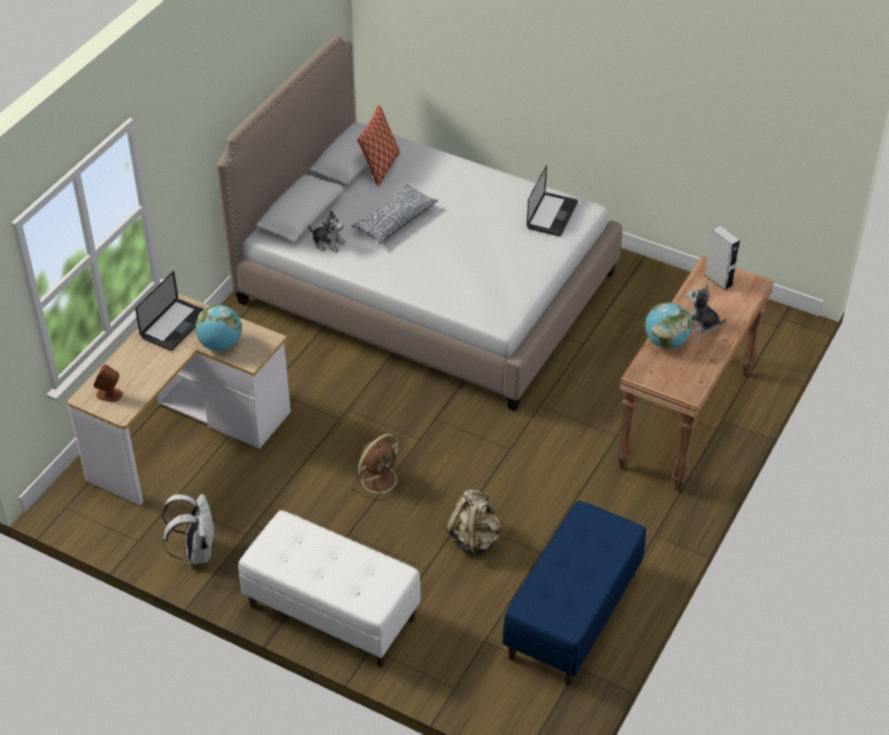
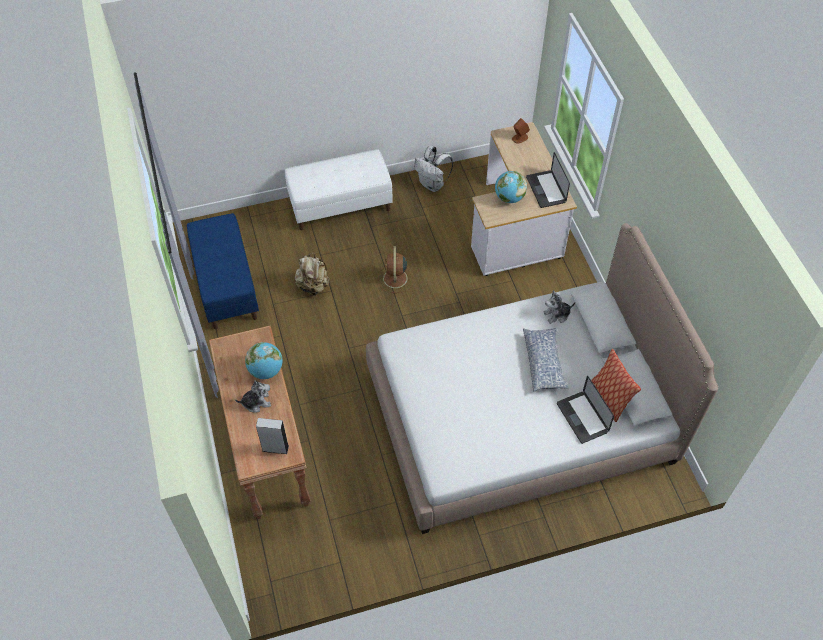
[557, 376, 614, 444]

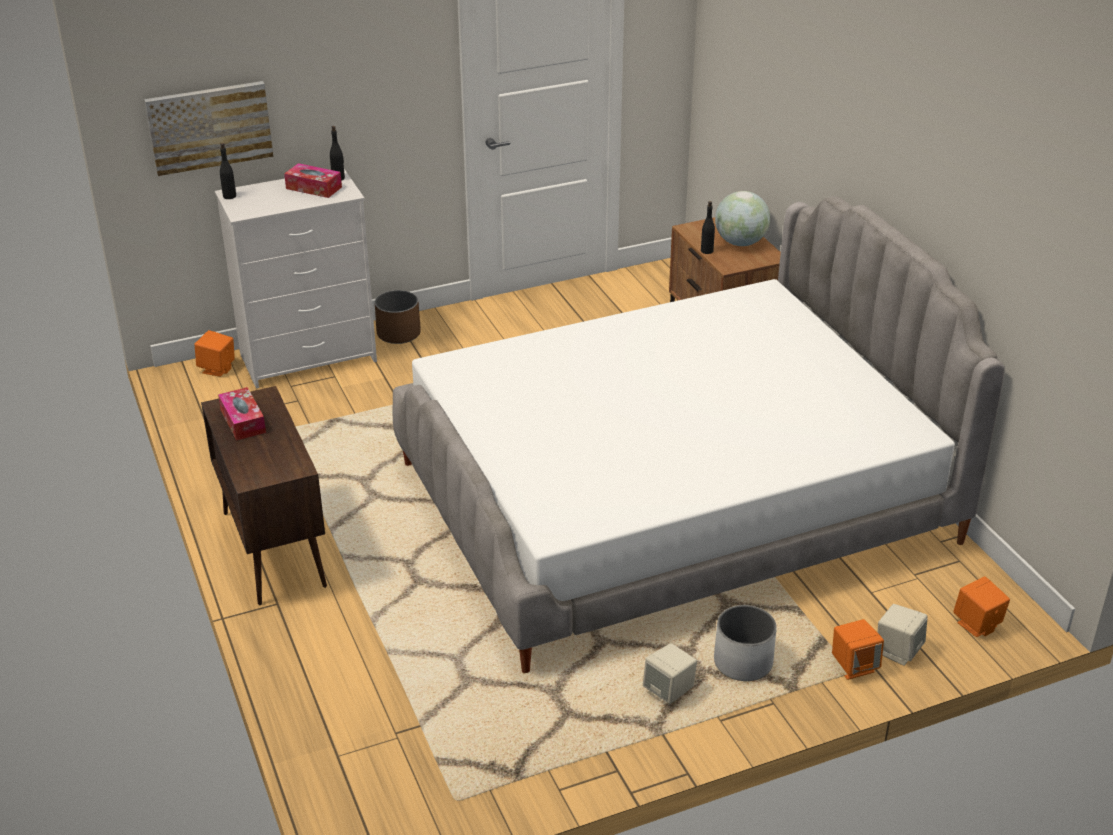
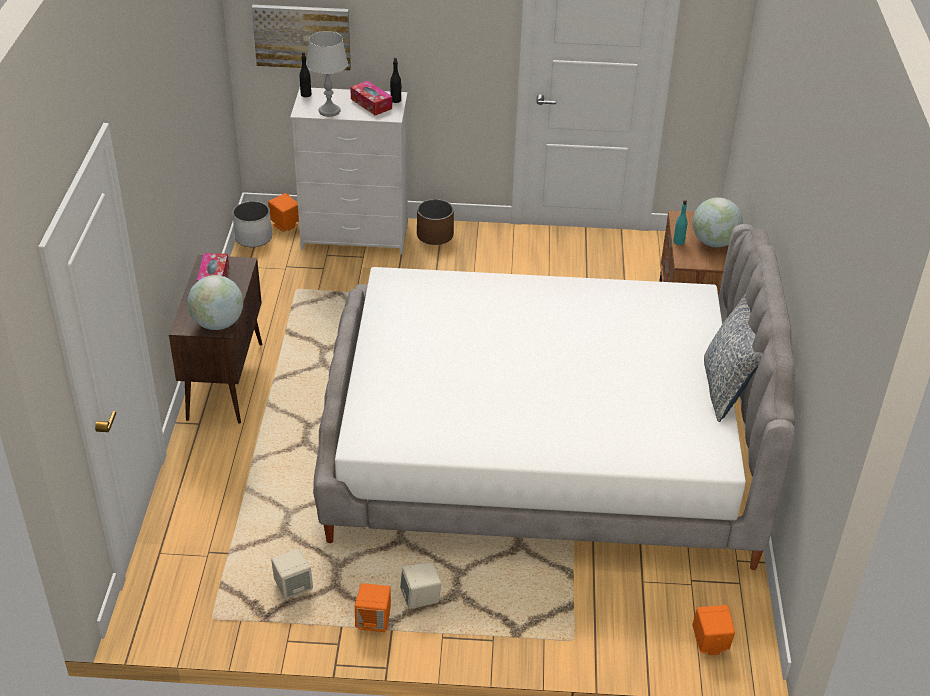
[673, 200, 688, 245]
[233, 201, 272, 247]
[355, 583, 391, 632]
[271, 549, 313, 599]
[187, 275, 243, 330]
[306, 31, 348, 117]
[704, 293, 763, 422]

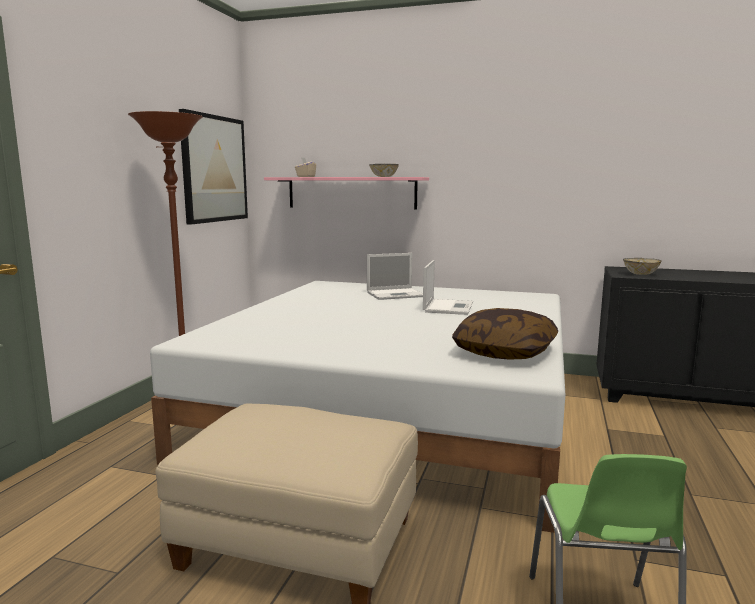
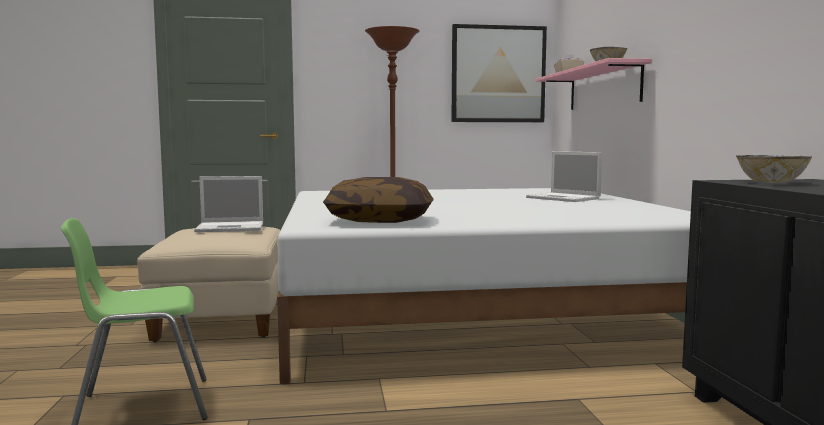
[194, 176, 263, 232]

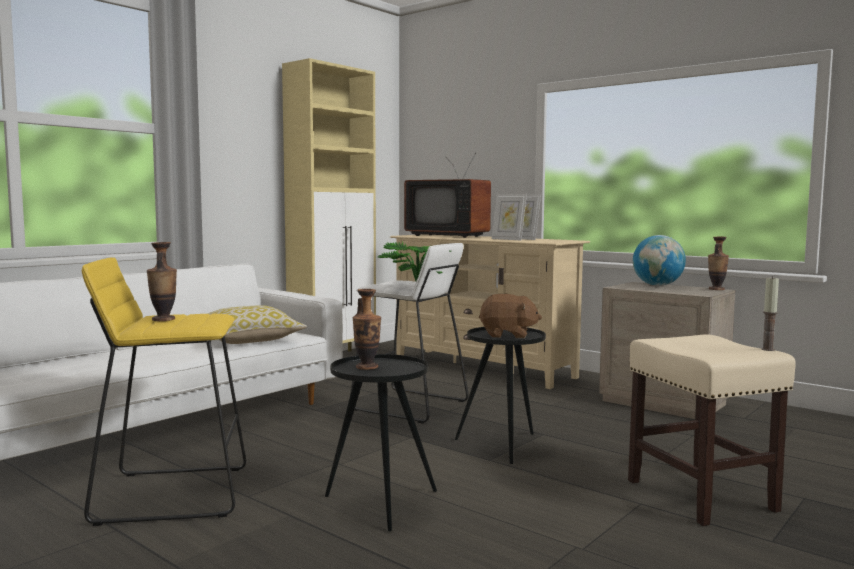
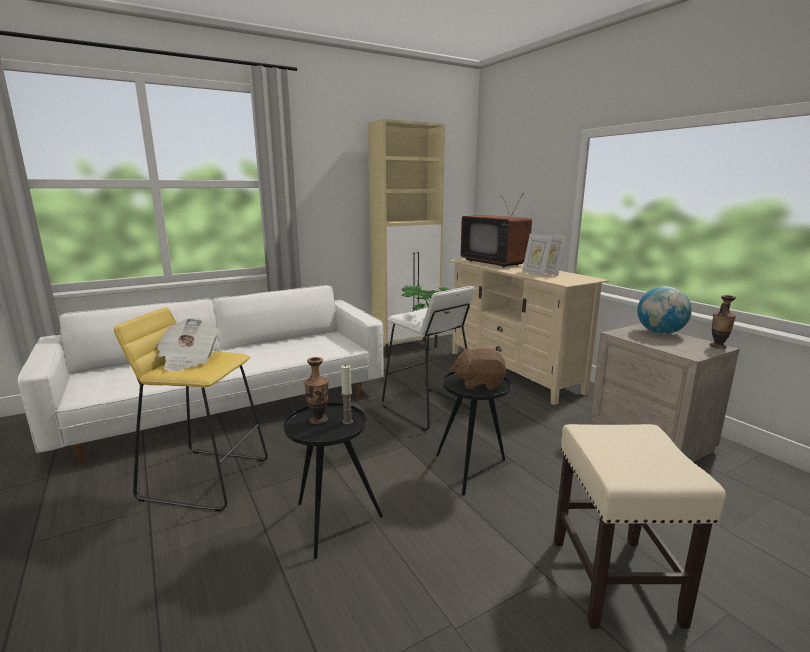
[156, 318, 220, 372]
[208, 305, 307, 344] (first image)
[451, 348, 506, 389]
[341, 364, 353, 424]

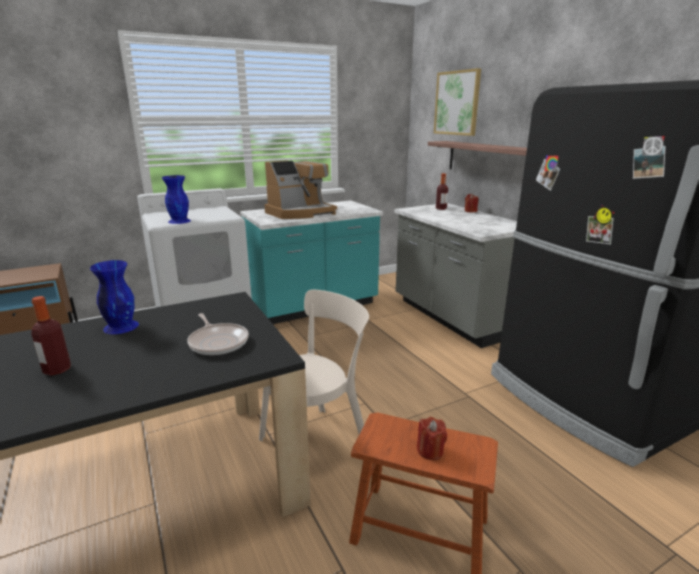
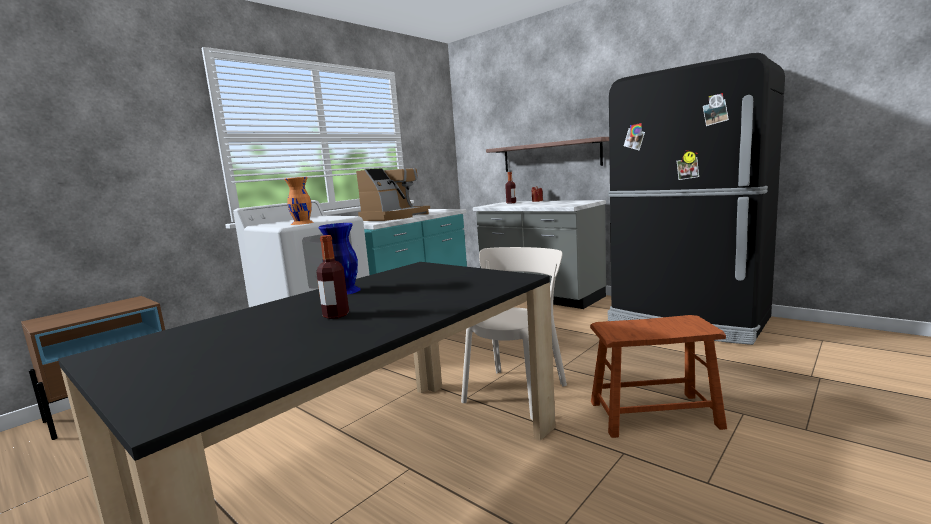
[284, 177, 314, 225]
[187, 313, 249, 356] (first image)
[417, 417, 447, 460] (first image)
[434, 68, 481, 136] (first image)

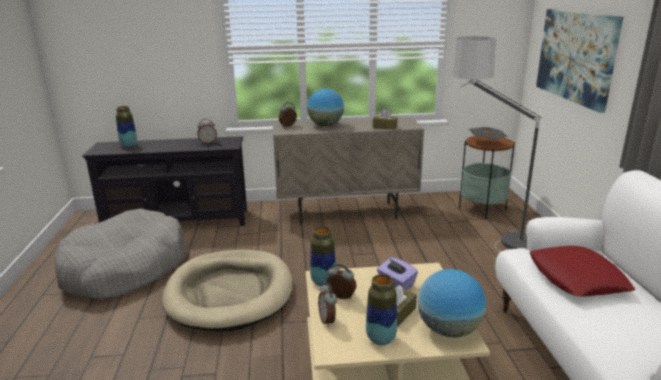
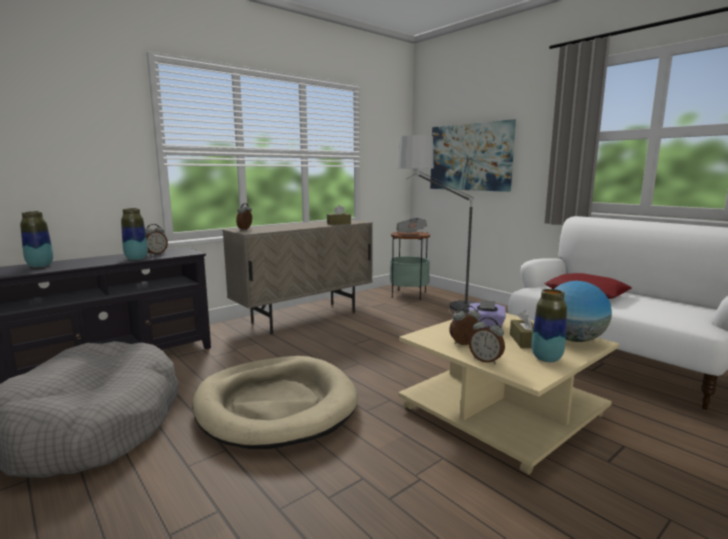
[307, 89, 344, 126] (first image)
[121, 208, 148, 260]

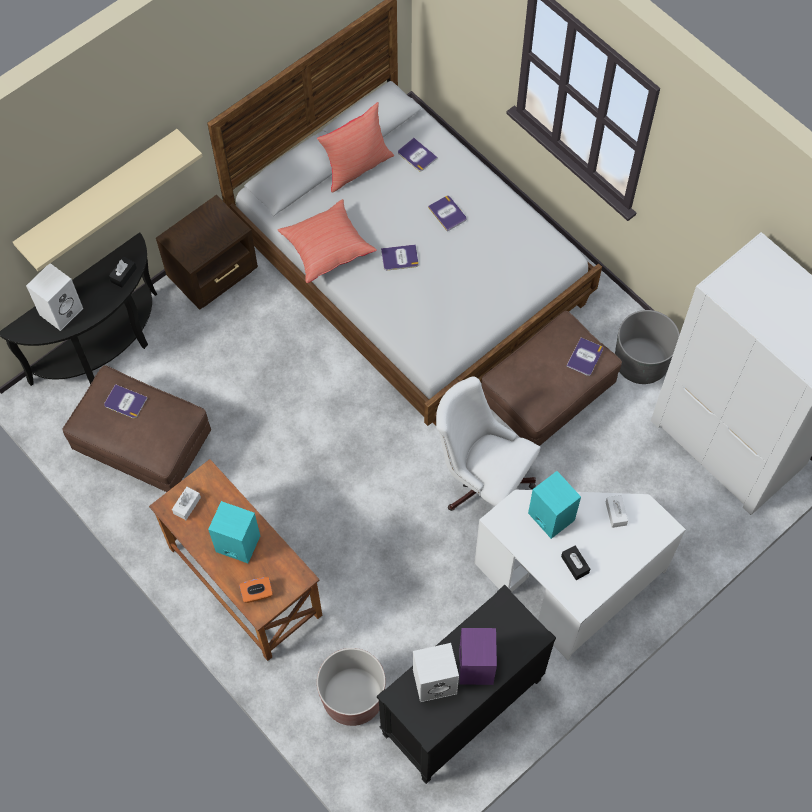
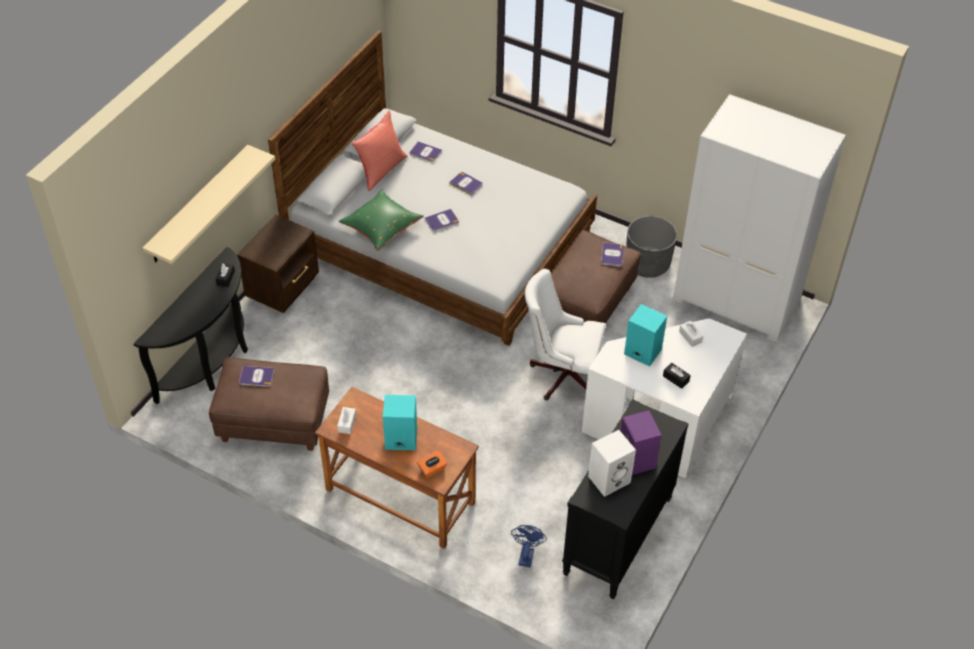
[26, 263, 83, 331] (first image)
[339, 190, 424, 251]
[511, 525, 547, 567]

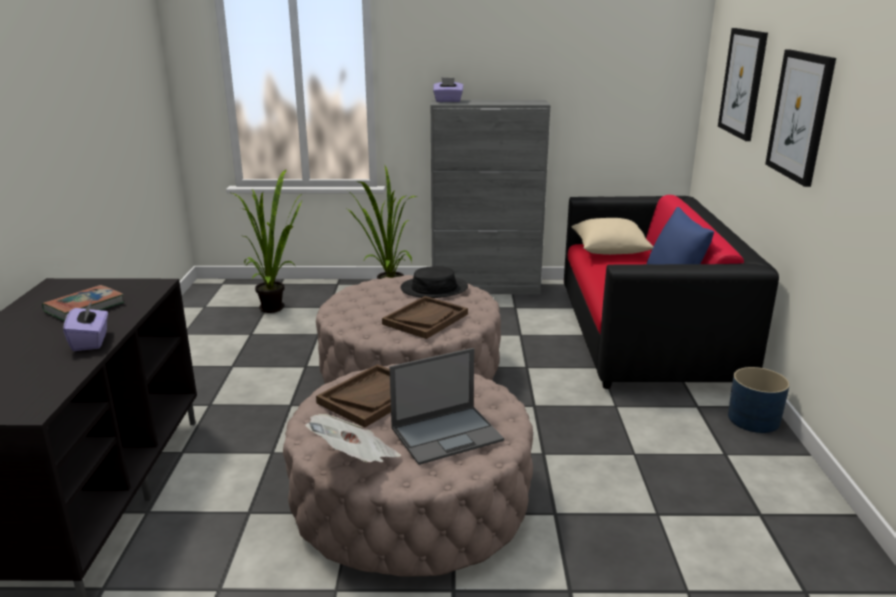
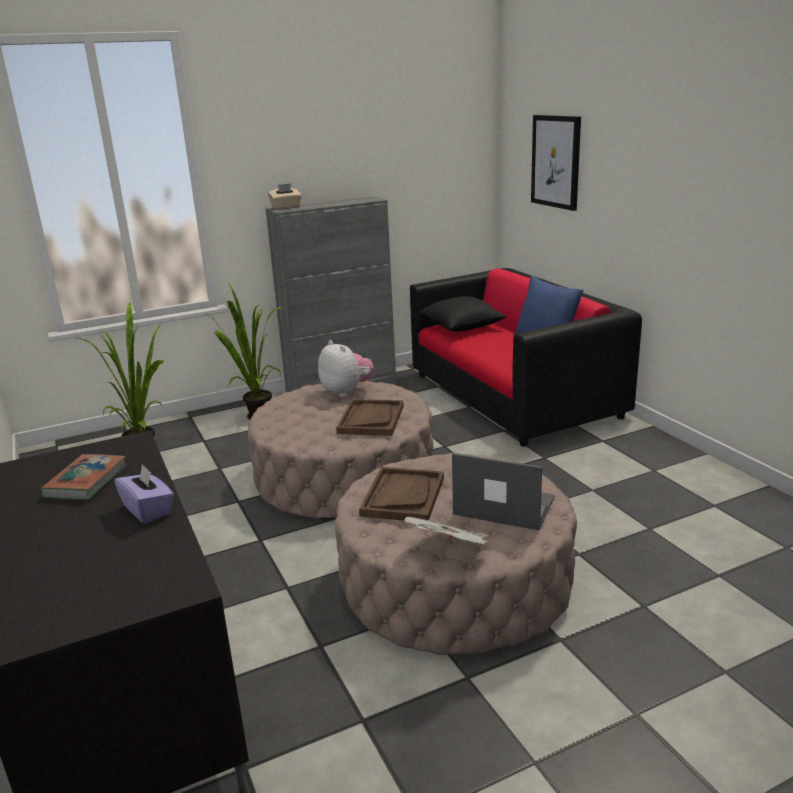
[452, 453, 554, 530]
[318, 340, 374, 397]
[268, 183, 302, 210]
[419, 296, 506, 332]
[728, 367, 790, 433] (first image)
[765, 50, 836, 187] (first image)

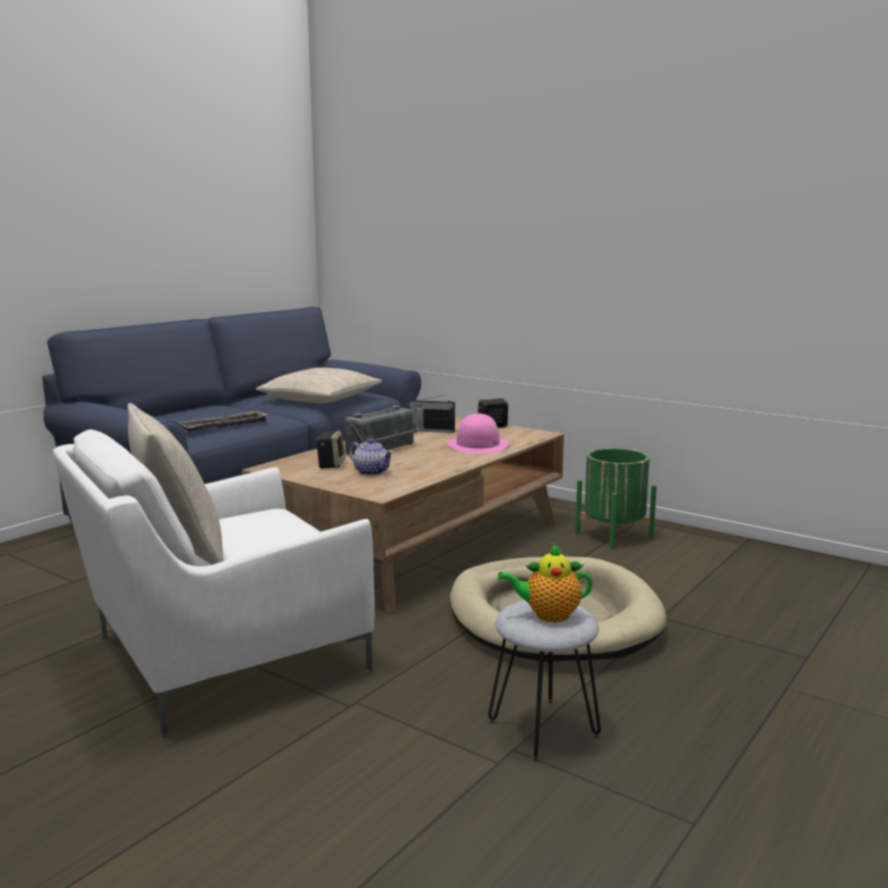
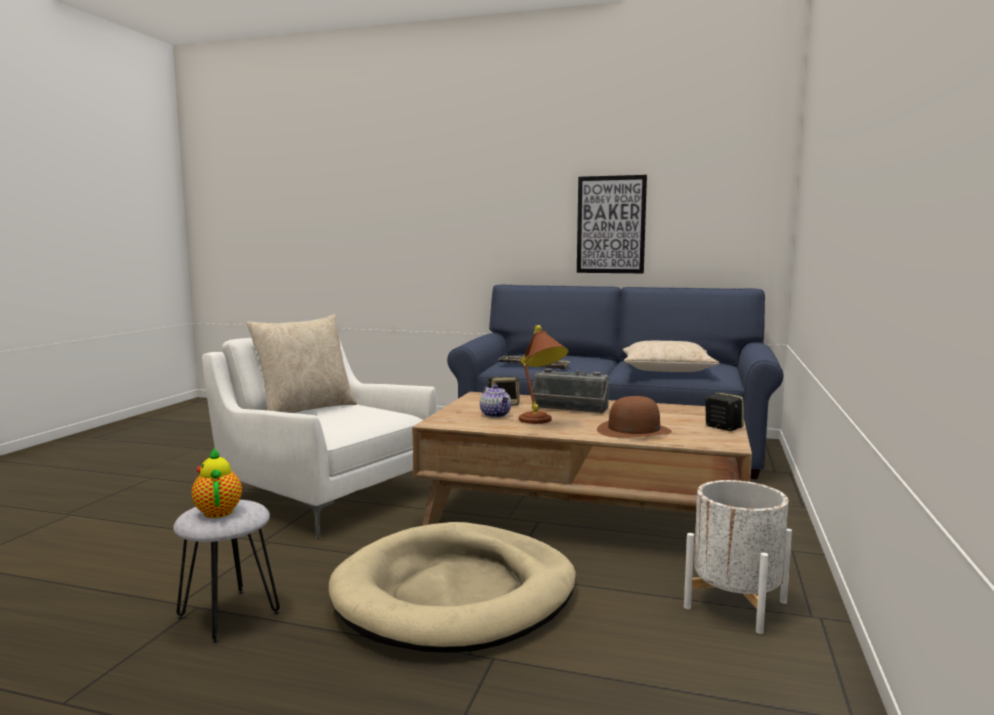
[480, 385, 511, 418]
[409, 394, 455, 433] (first image)
[597, 396, 672, 438]
[684, 480, 792, 634]
[519, 325, 569, 424]
[577, 175, 647, 273]

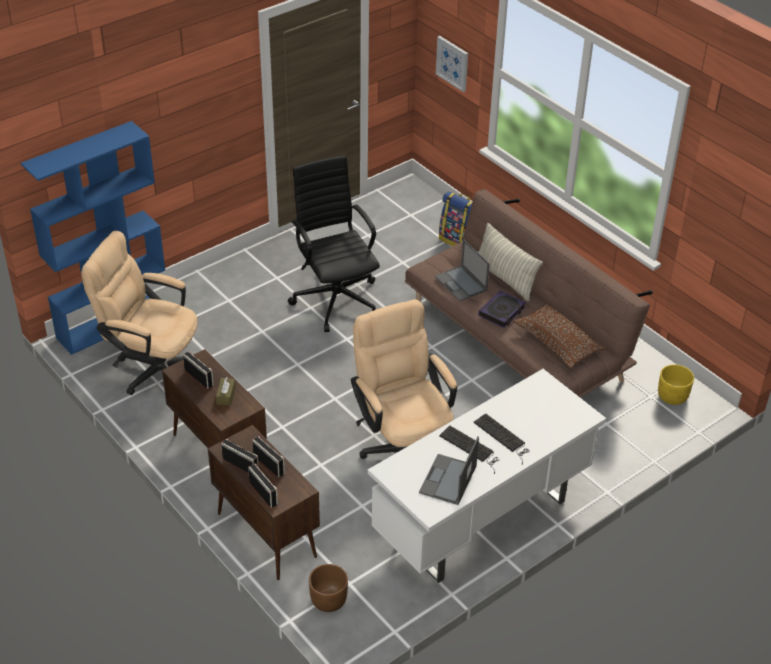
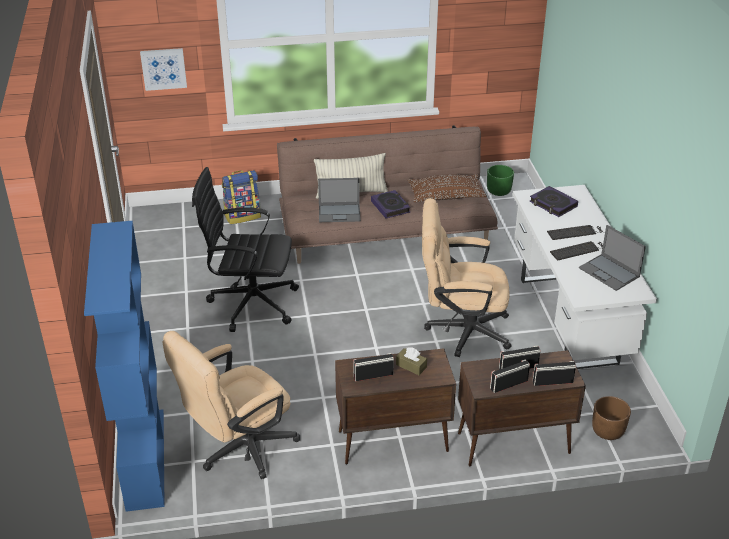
[487, 165, 514, 196]
[529, 186, 578, 217]

